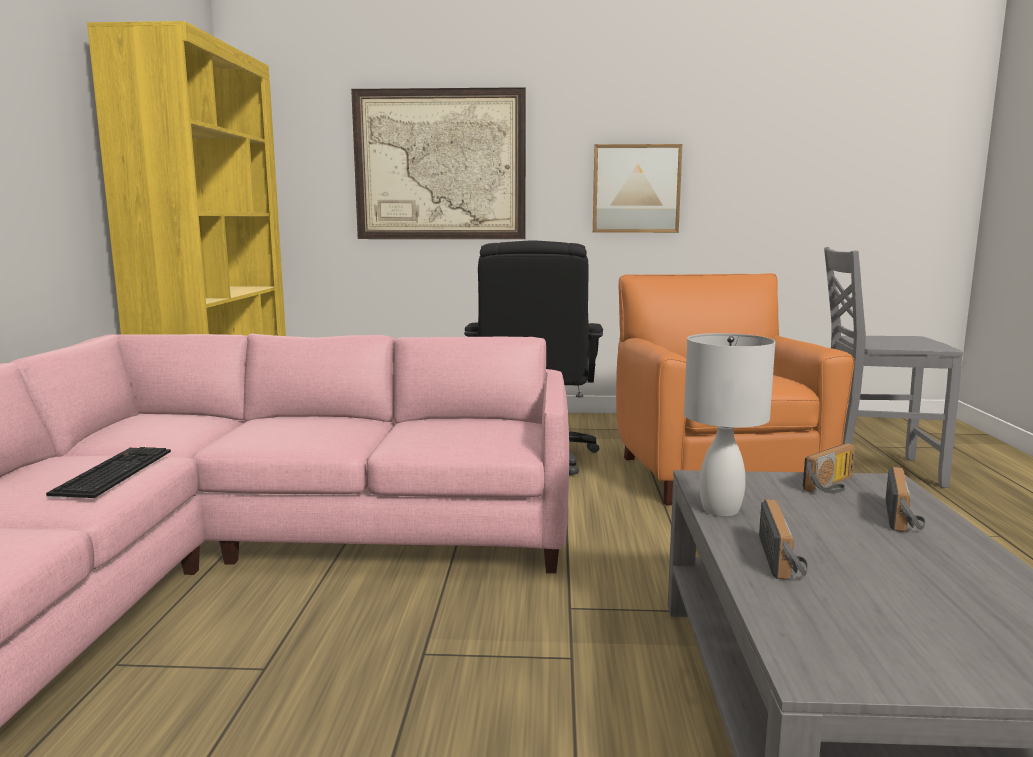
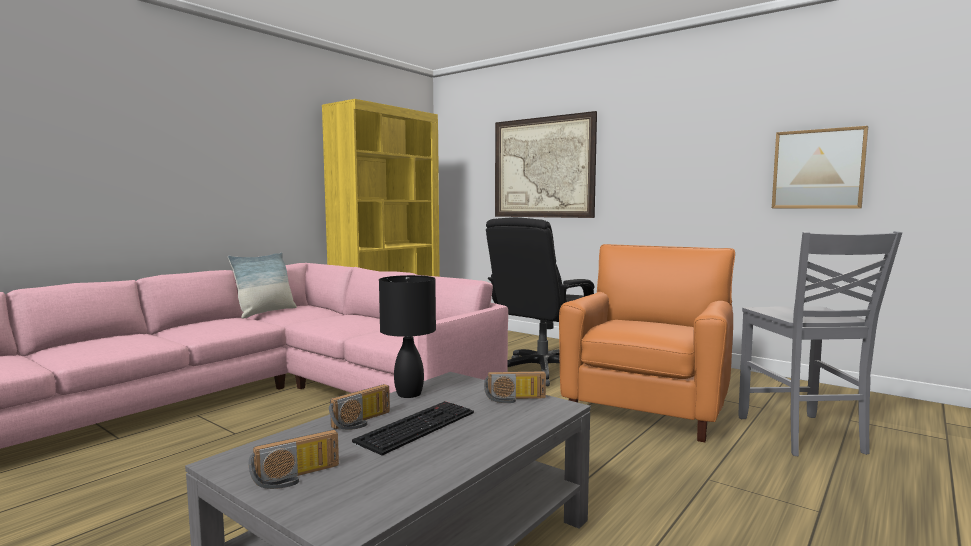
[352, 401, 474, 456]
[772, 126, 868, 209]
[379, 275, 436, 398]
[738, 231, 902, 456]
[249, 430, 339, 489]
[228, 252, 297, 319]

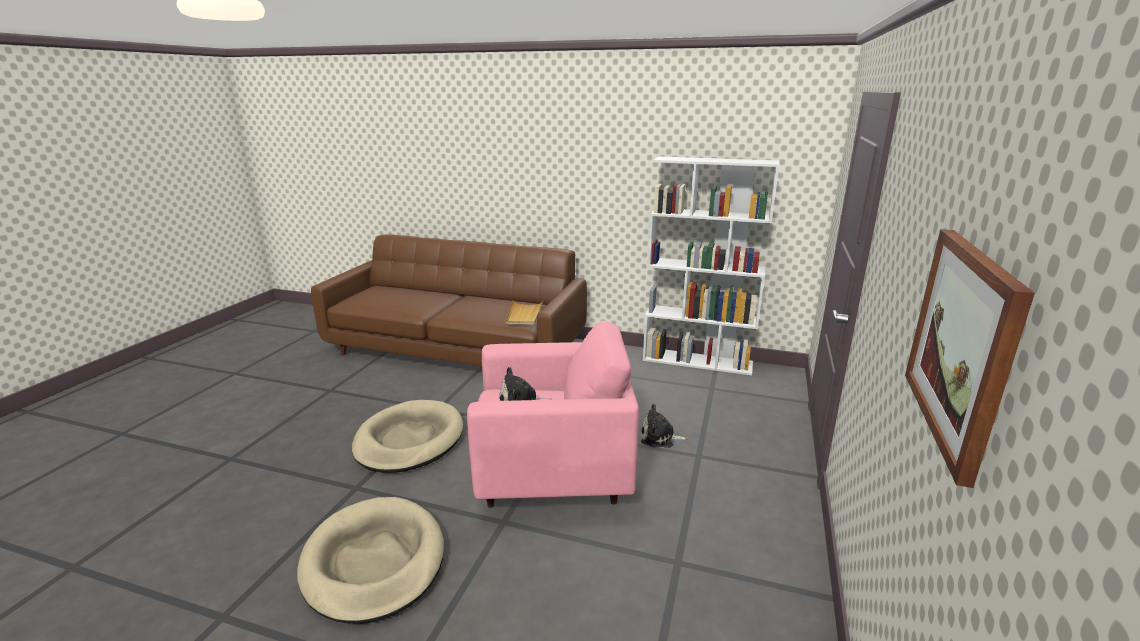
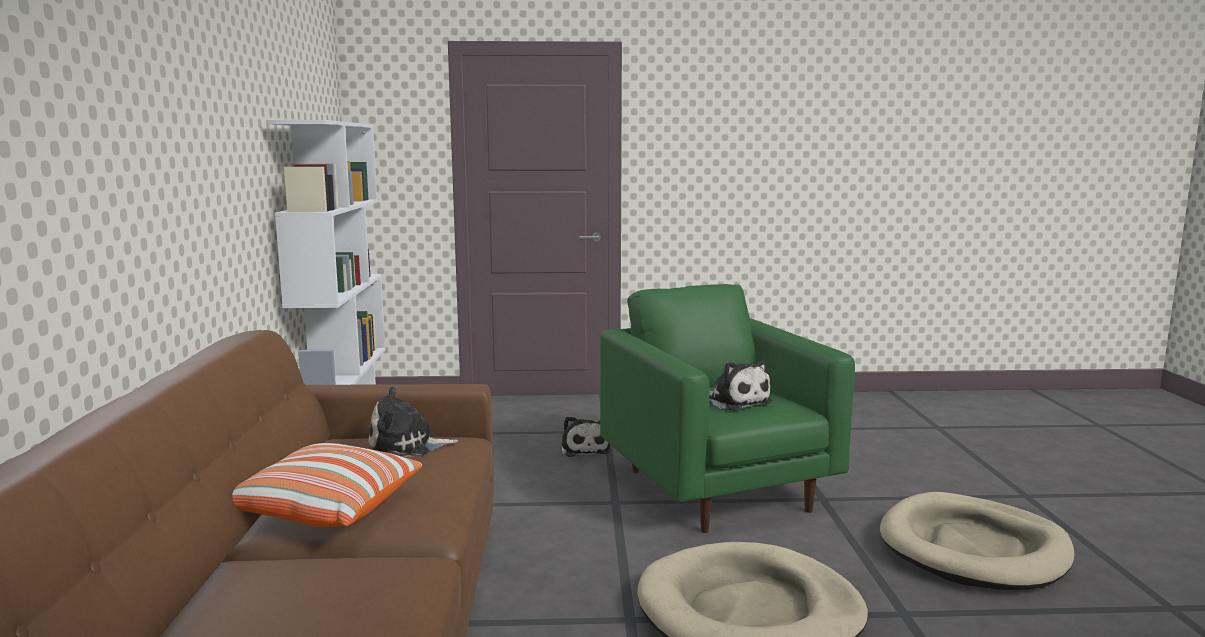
[600, 284, 855, 533]
[369, 386, 458, 457]
[905, 229, 1035, 488] (first image)
[232, 443, 422, 527]

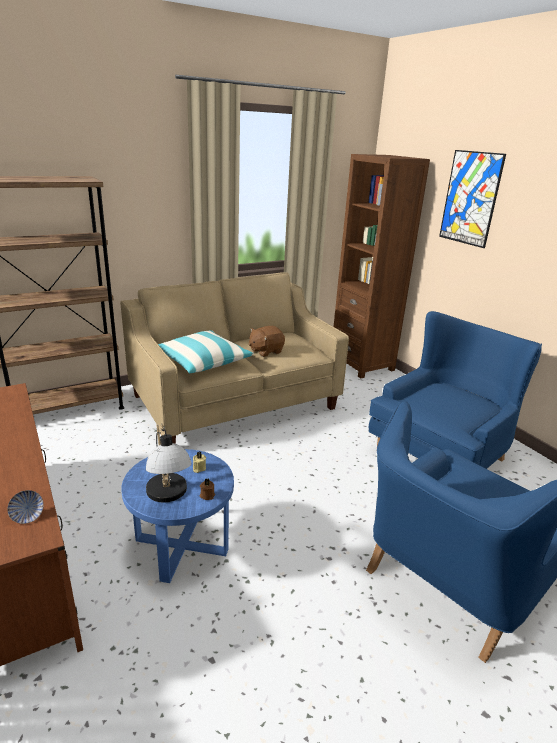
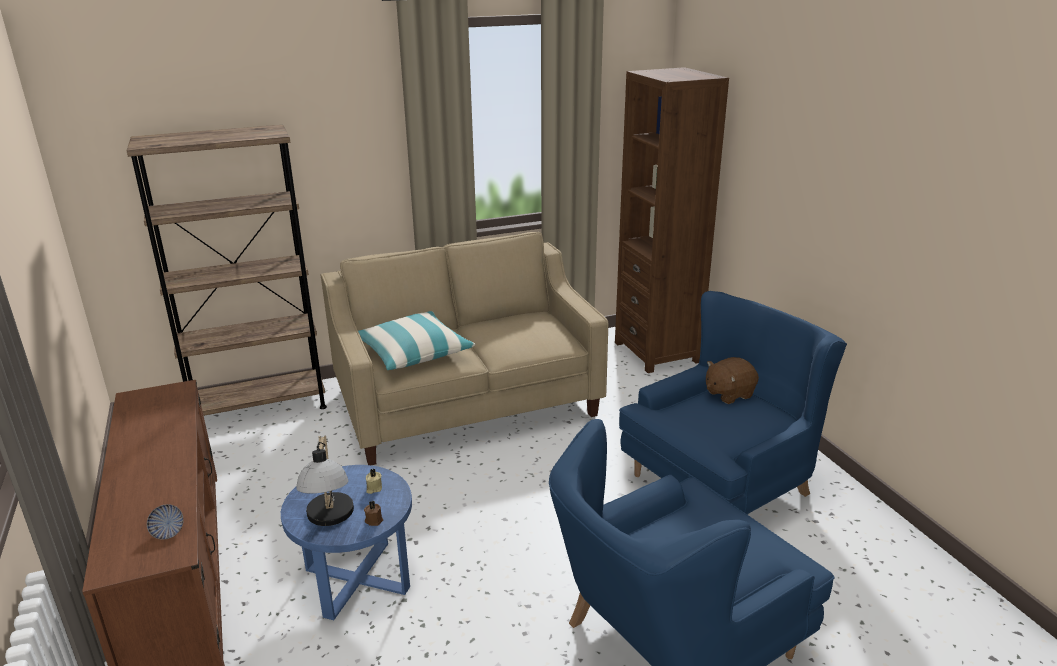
[706, 357, 759, 404]
[439, 150, 506, 248] (first image)

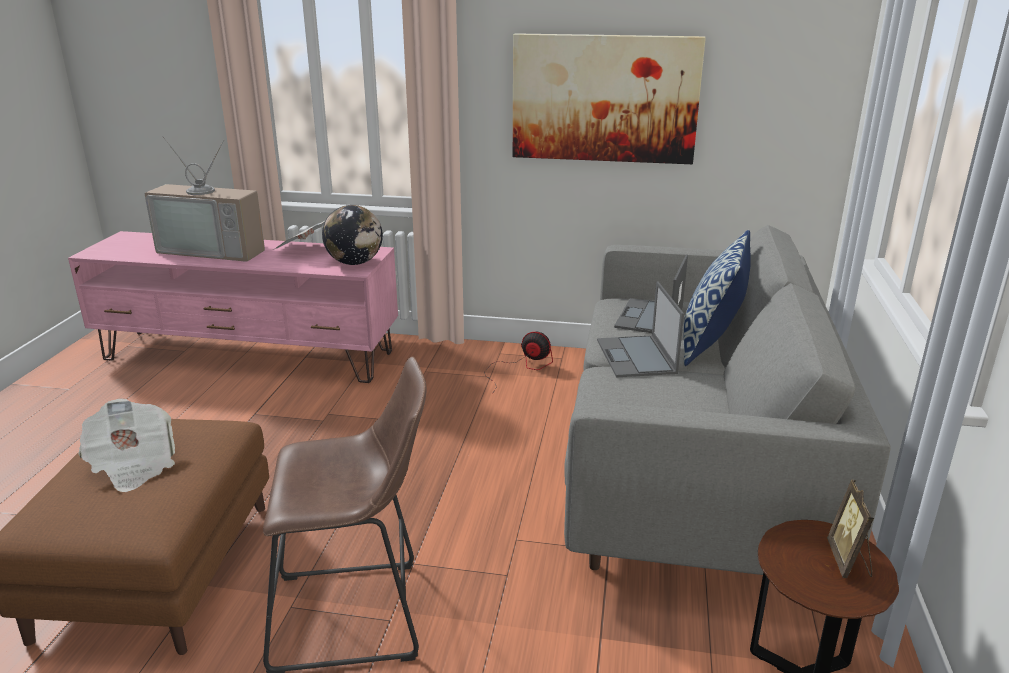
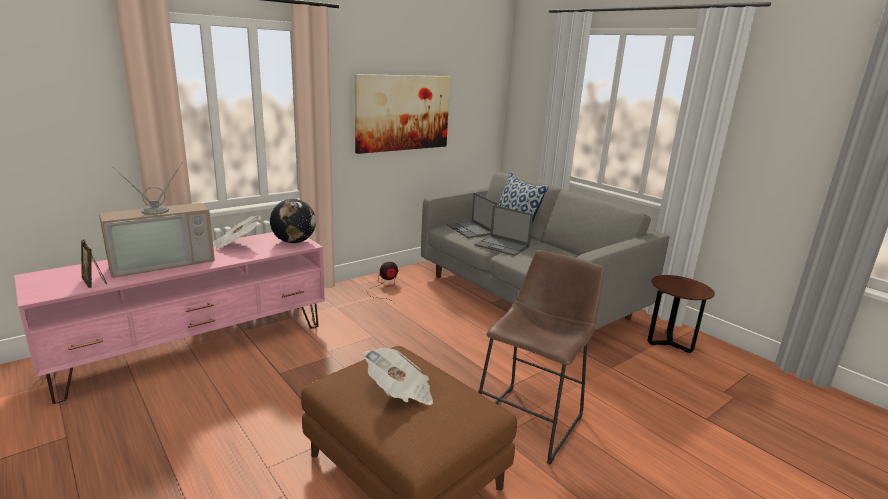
[81, 239, 107, 288]

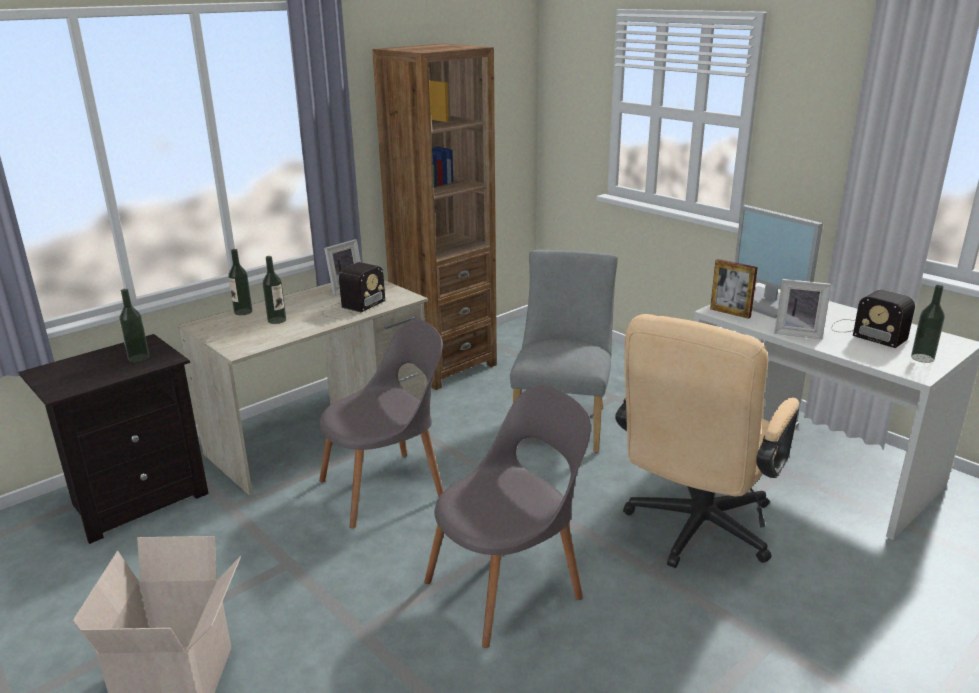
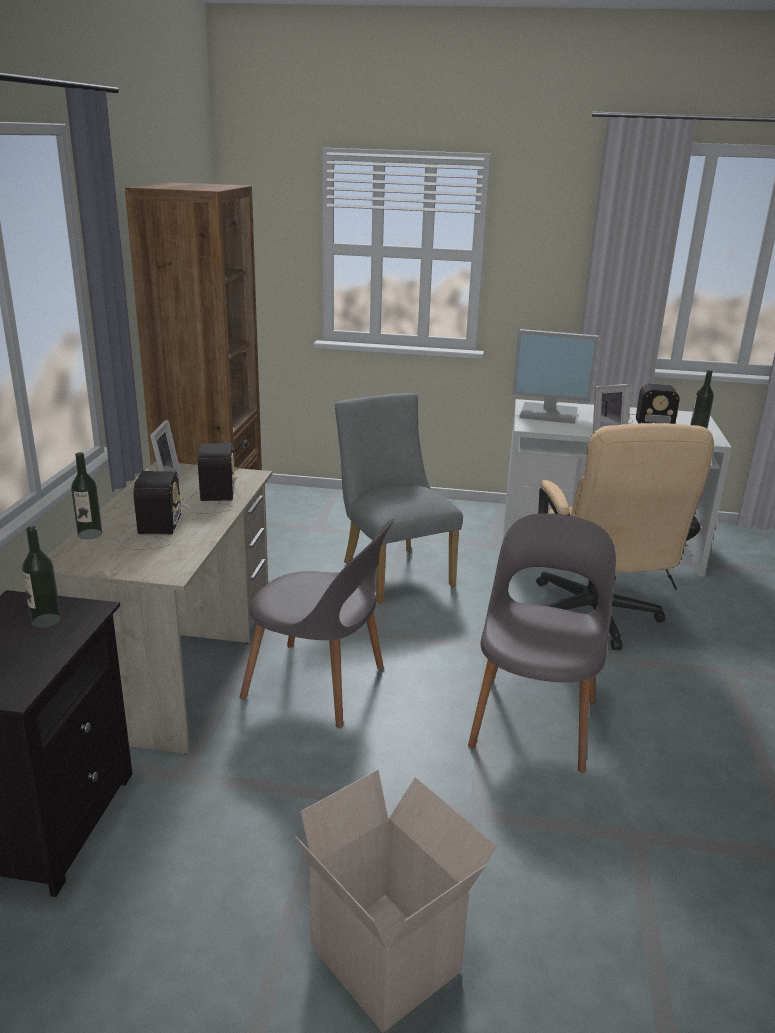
[107, 471, 184, 549]
[240, 518, 395, 728]
[710, 259, 758, 319] (first image)

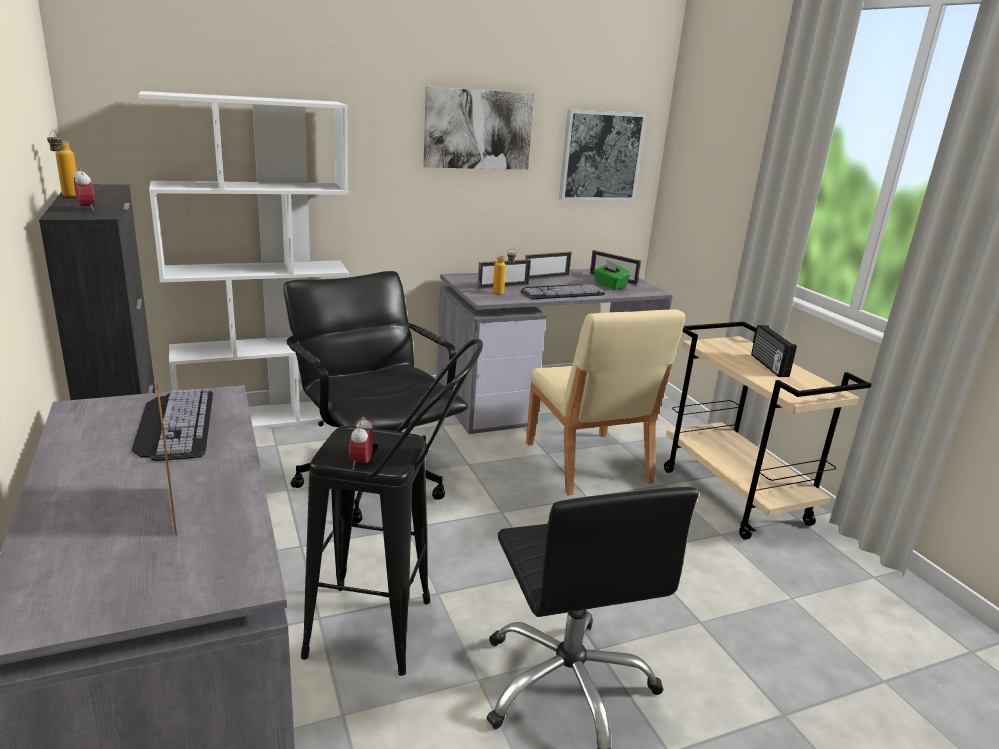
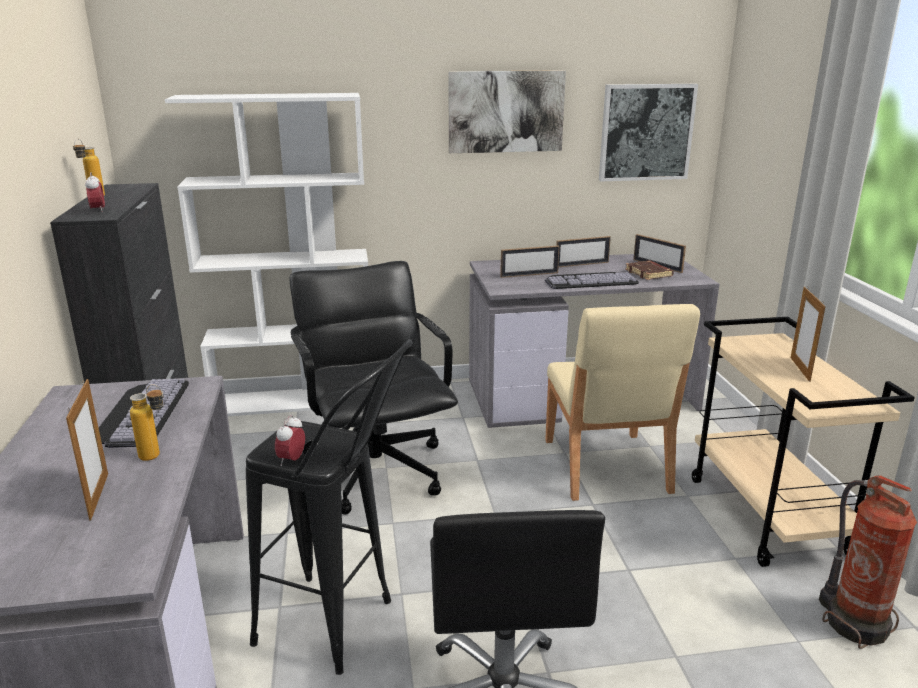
[130, 384, 164, 461]
[625, 260, 674, 280]
[791, 287, 826, 382]
[819, 475, 917, 649]

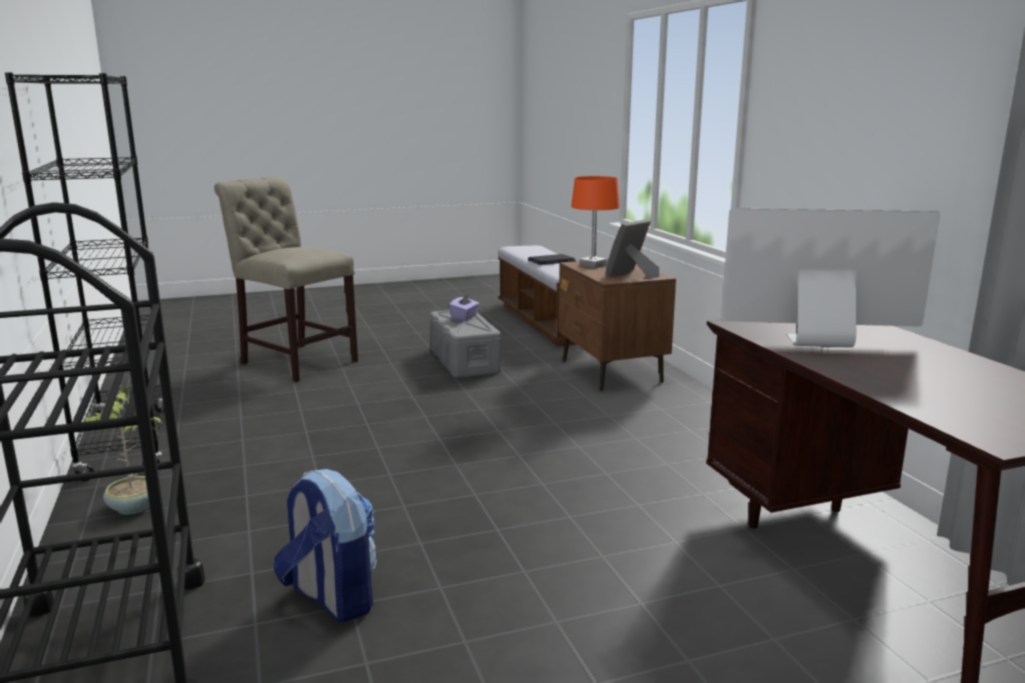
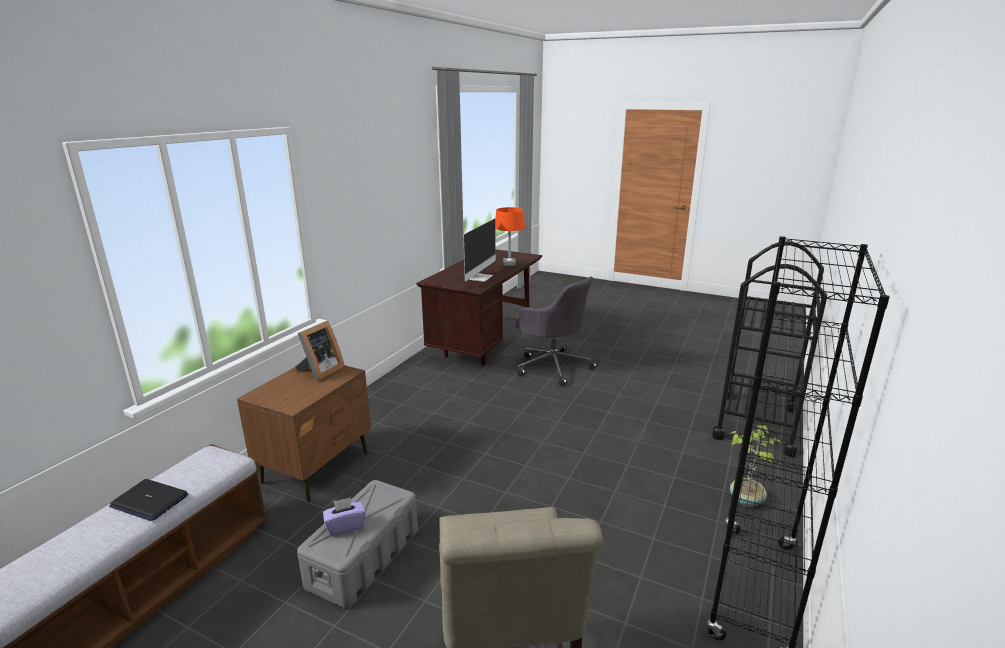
[274, 469, 377, 622] (first image)
[495, 207, 525, 266]
[295, 321, 344, 380]
[464, 218, 496, 282]
[516, 276, 597, 386]

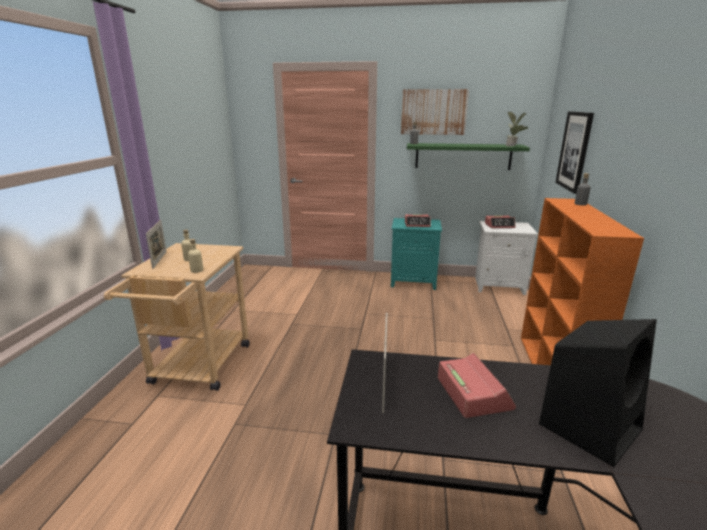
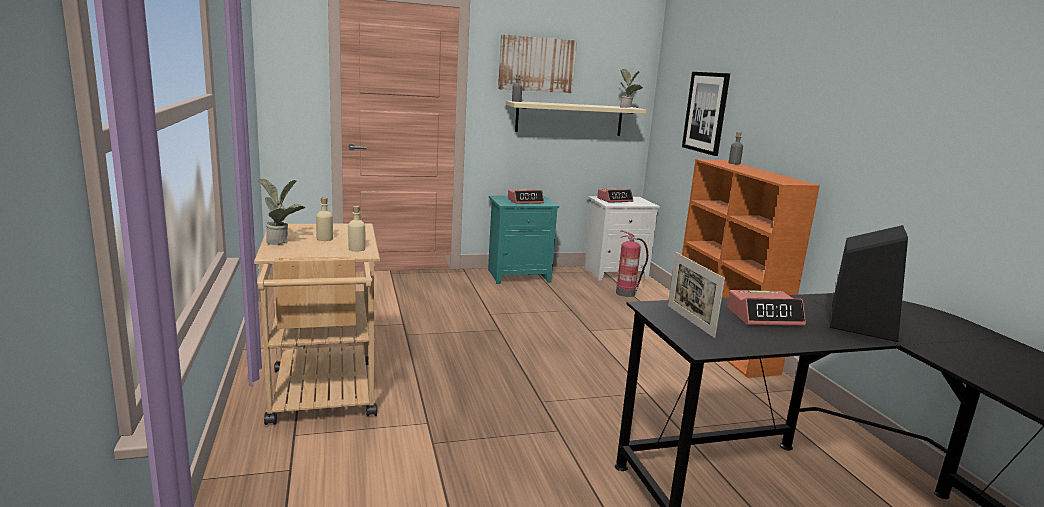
[258, 179, 305, 245]
[506, 101, 647, 136]
[727, 290, 806, 326]
[616, 230, 648, 297]

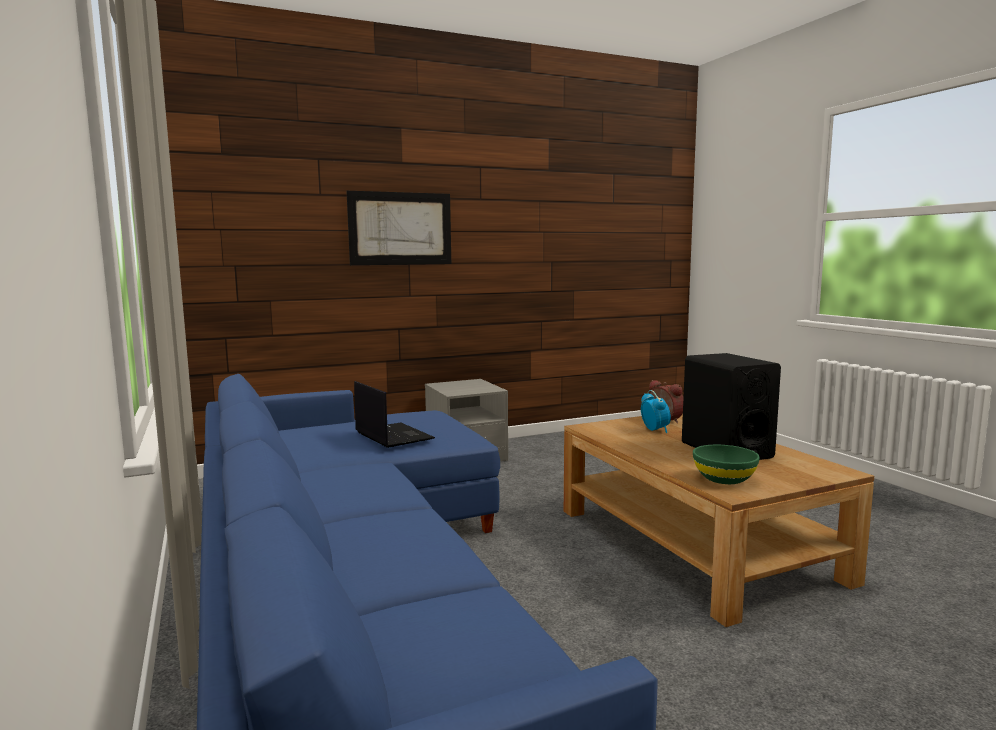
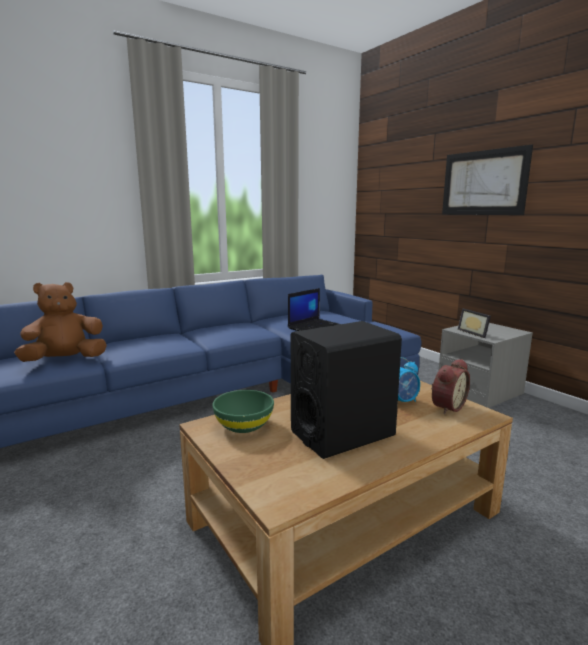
[14, 282, 107, 362]
[458, 308, 491, 338]

